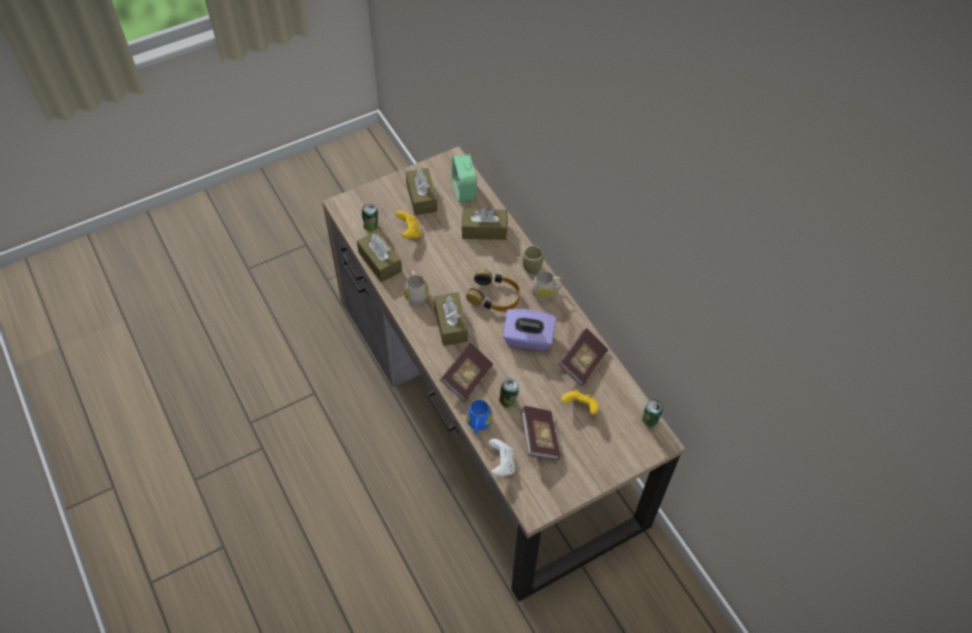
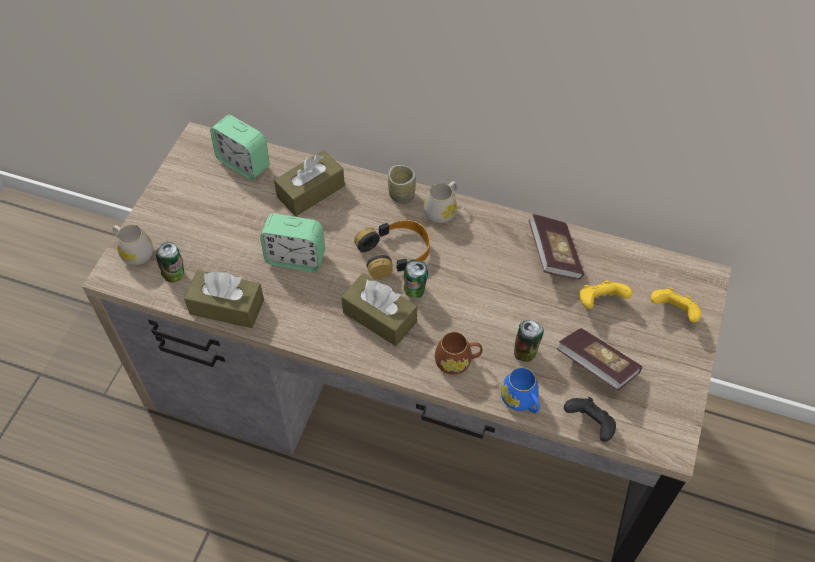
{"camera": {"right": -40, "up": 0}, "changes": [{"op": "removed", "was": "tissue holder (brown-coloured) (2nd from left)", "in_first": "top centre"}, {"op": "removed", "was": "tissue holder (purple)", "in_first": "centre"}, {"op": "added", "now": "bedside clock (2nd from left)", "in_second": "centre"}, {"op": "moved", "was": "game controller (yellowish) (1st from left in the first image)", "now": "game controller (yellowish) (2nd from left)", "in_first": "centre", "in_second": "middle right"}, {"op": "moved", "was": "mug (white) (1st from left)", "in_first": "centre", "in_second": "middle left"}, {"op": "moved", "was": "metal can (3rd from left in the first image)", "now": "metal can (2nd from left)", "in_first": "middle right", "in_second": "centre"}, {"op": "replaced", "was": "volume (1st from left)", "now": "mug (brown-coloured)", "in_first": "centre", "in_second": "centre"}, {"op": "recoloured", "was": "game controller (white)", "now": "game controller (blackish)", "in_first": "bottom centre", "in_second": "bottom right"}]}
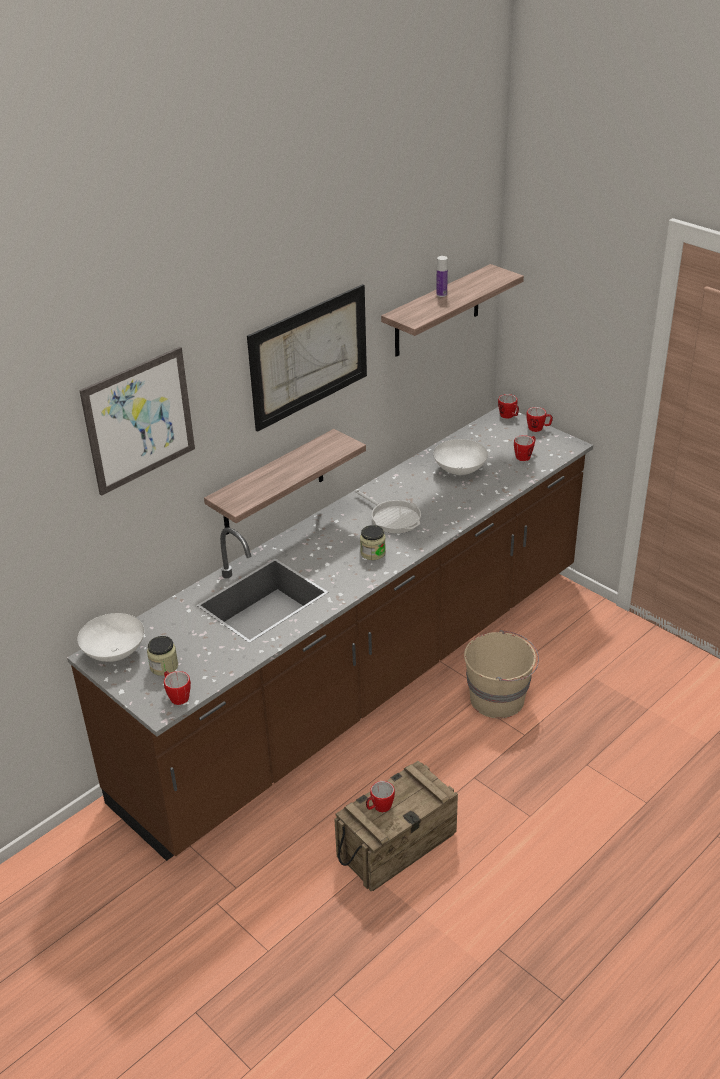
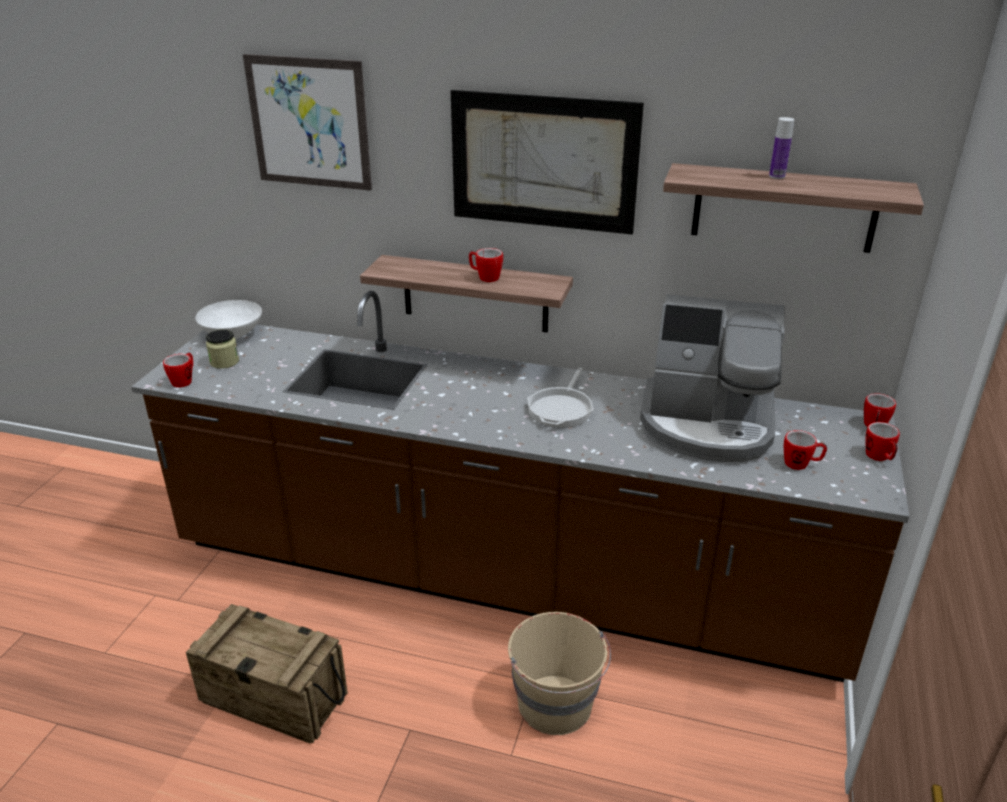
{"camera": {"right": 60, "up": -5}, "changes": [{"op": "removed", "was": "preserve jar (2nd from left)", "in_first": "centre"}, {"op": "moved", "was": "mug (2nd from left)", "in_first": "bottom centre", "in_second": "top centre"}, {"op": "replaced", "was": "bowl (white) (2nd from left)", "now": "coffee machine", "in_first": "centre", "in_second": "middle right"}]}
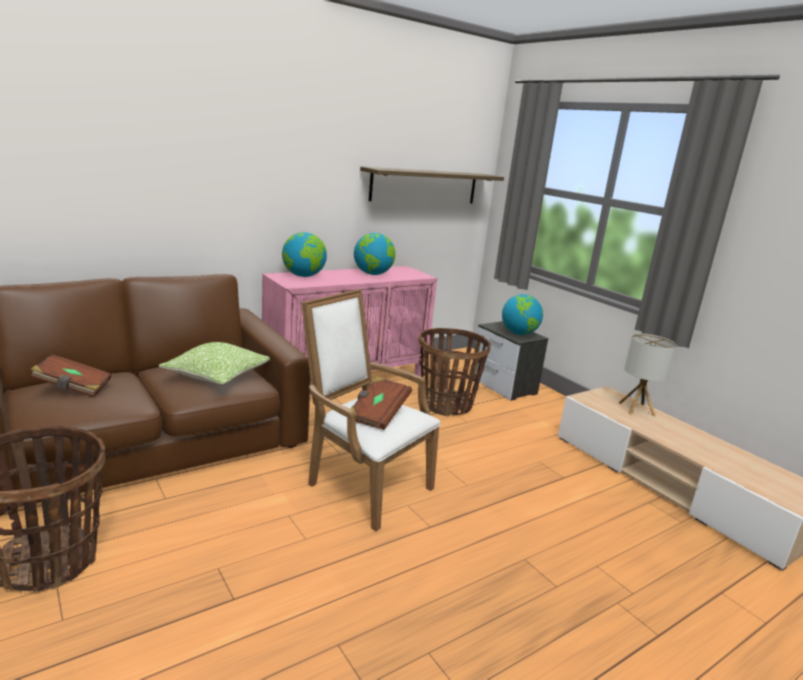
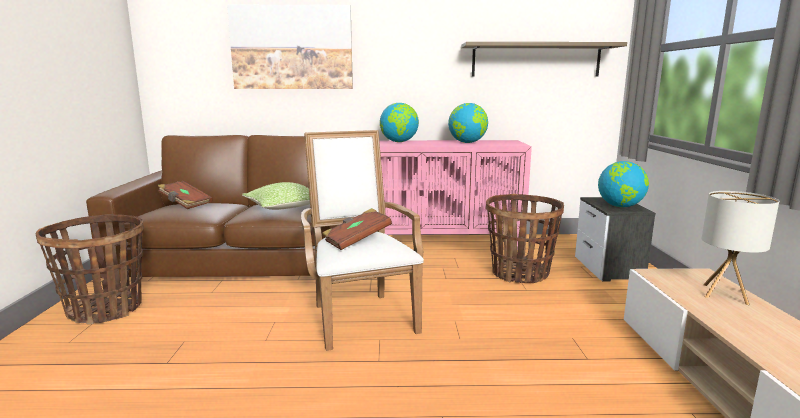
{"camera": {"right": 35, "up": -5}, "changes": [{"op": "added", "now": "wall picture", "in_second": "top centre"}]}
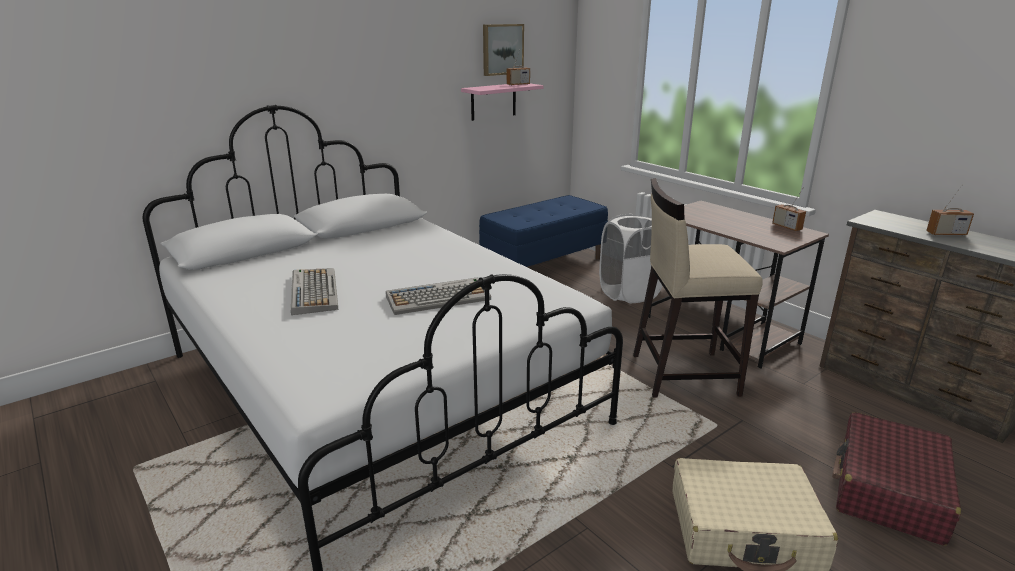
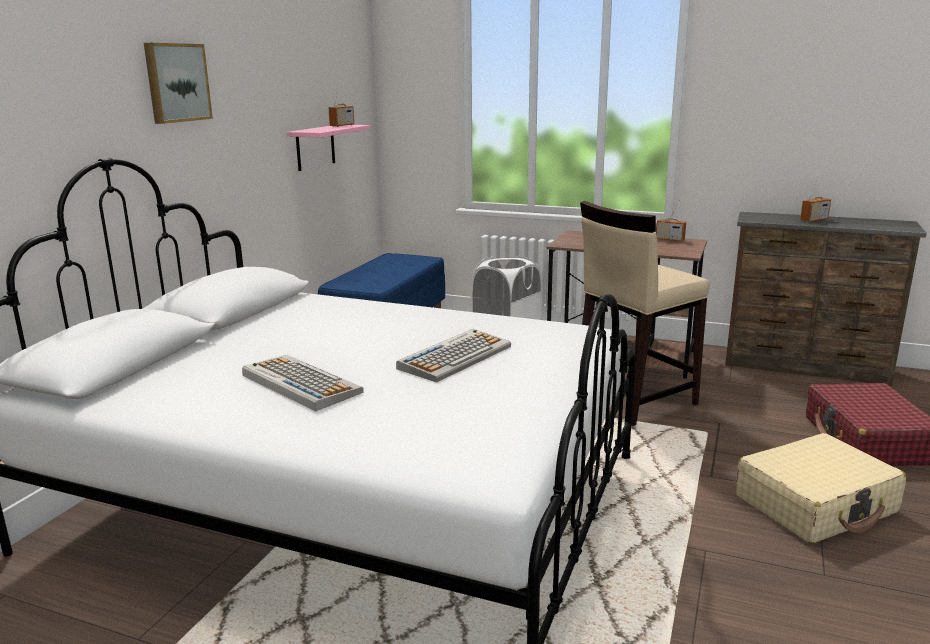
{"camera": {"right": -30, "up": -5}, "changes": [{"op": "moved", "was": "wall picture", "in_first": "top centre", "in_second": "top left"}]}
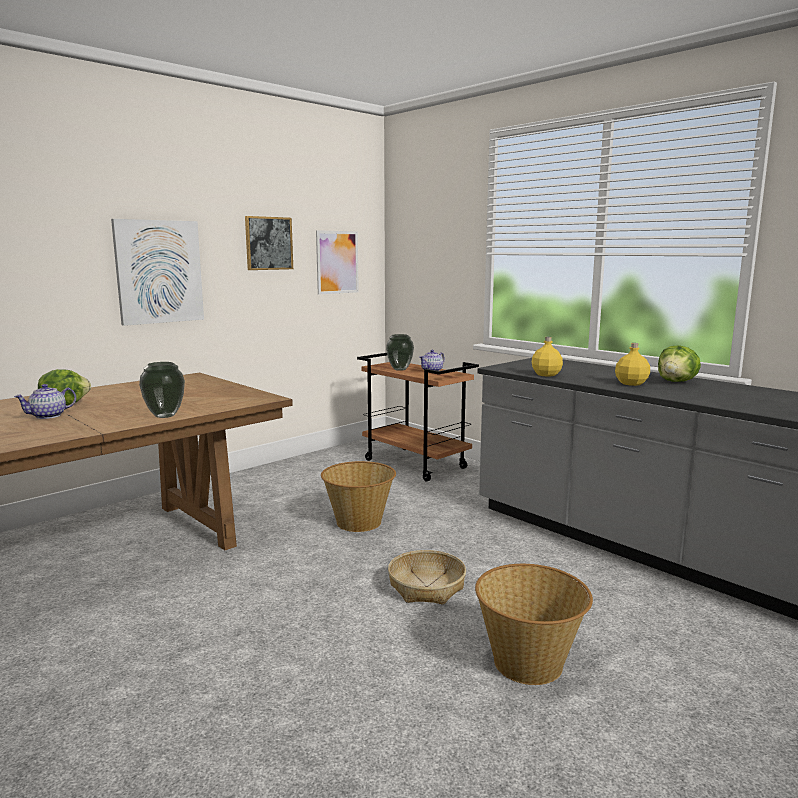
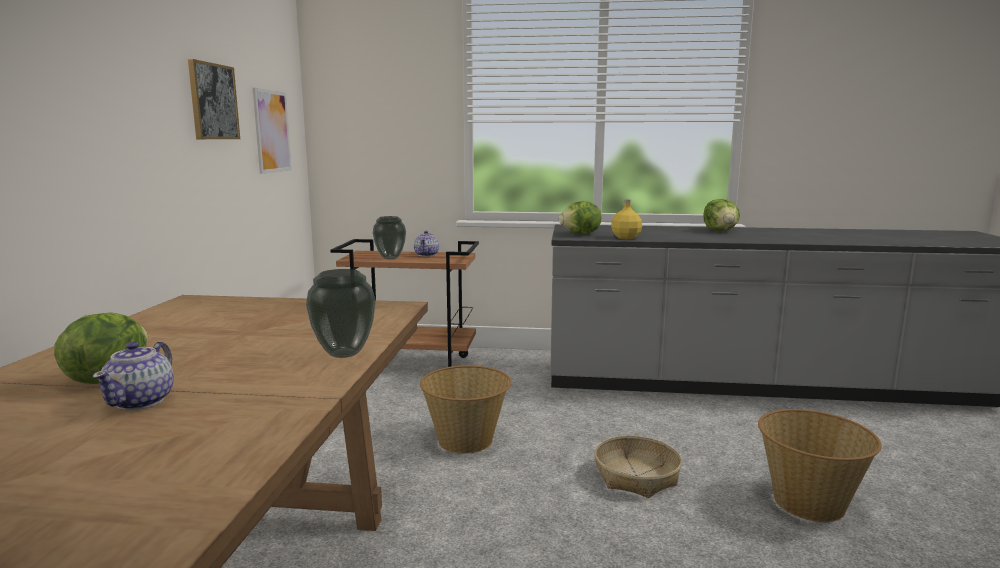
{"camera": {"right": -40, "up": 0}, "changes": [{"op": "removed", "was": "wall picture (1st from left)", "in_first": "middle left"}, {"op": "removed", "was": "drink bottle (yellowish) (2nd from left)", "in_first": "middle right"}, {"op": "added", "now": "lettuce head (2nd from left)", "in_second": "centre"}]}
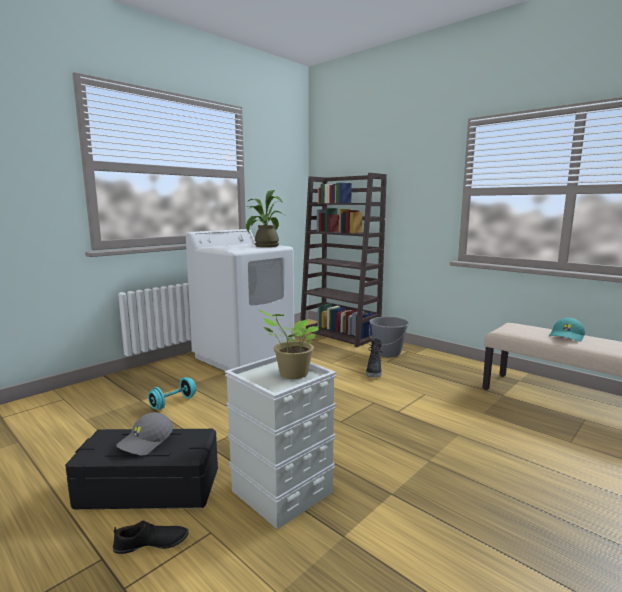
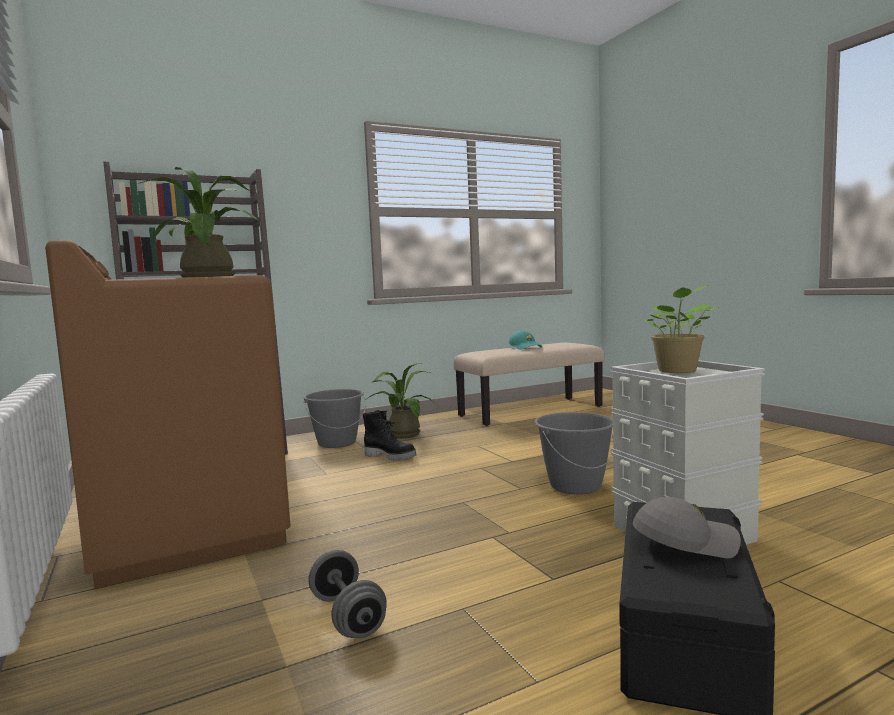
{"camera": {"right": -70, "up": -5}, "changes": [{"op": "removed", "was": "item of footwear (blackish)", "in_first": "bottom left"}, {"op": "added", "now": "potted plant (2nd from left)", "in_second": "centre"}, {"op": "added", "now": "water bucket (greyish) (2nd from left)", "in_second": "centre"}, {"op": "recoloured", "was": "dumbbell (blue-green)", "now": "dumbbell (greyish)", "in_first": "middle left", "in_second": "bottom centre"}, {"op": "recoloured", "was": "laundry machine (white)", "now": "laundry machine (brown-coloured)", "in_first": "centre", "in_second": "middle left"}, {"op": "turned", "was": "cap (greyish)", "in_first": "bottom left", "in_second": "bottom right", "clockwise": -60}]}
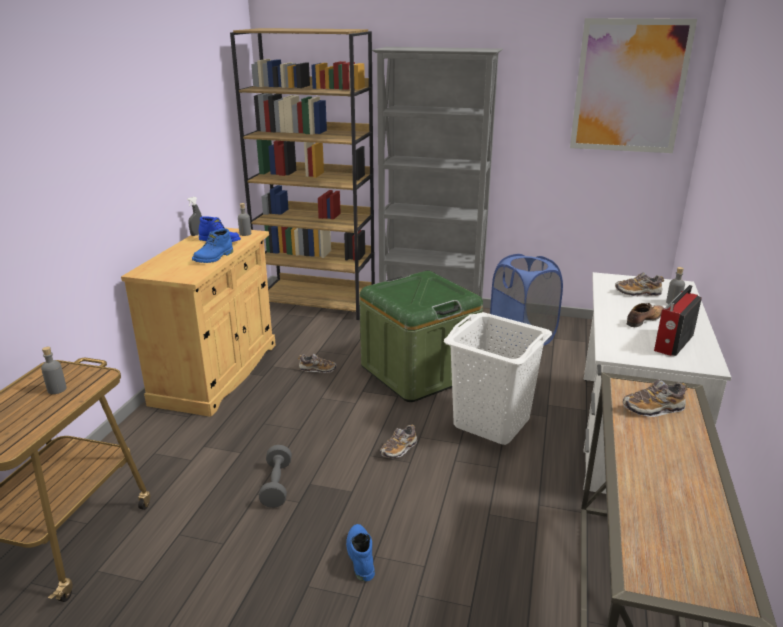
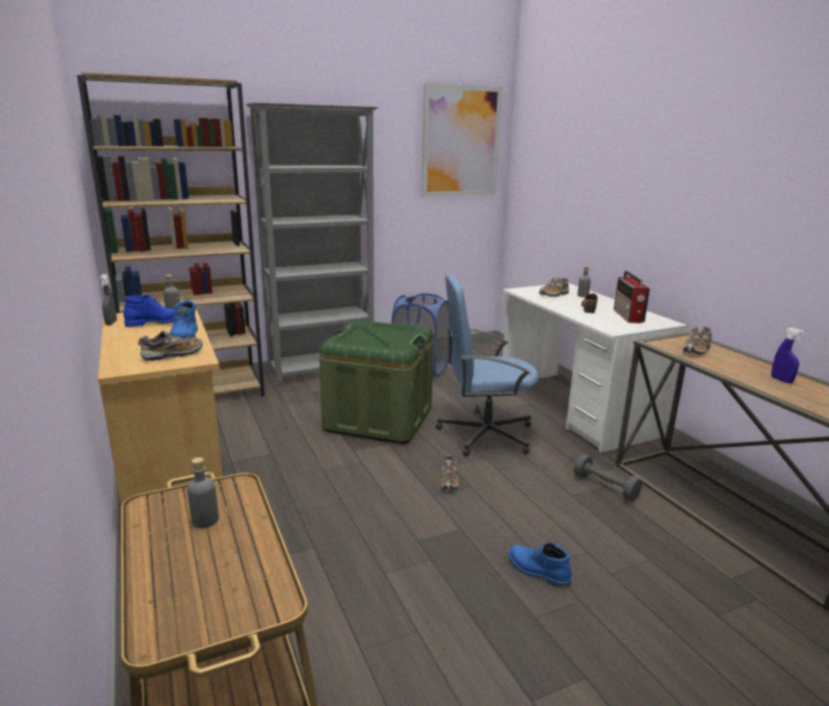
{"camera": {"right": -40, "up": -5}, "changes": [{"op": "added", "now": "hand sprayer (blue)", "in_second": "middle right"}, {"op": "moved", "was": "dumbbell (greyish)", "in_first": "bottom centre", "in_second": "bottom right"}, {"op": "moved", "was": "item of footwear (1st from left)", "in_first": "centre", "in_second": "middle left"}, {"op": "replaced", "was": "laundry basket (white)", "now": "office chair (blue)", "in_first": "centre", "in_second": "centre"}]}
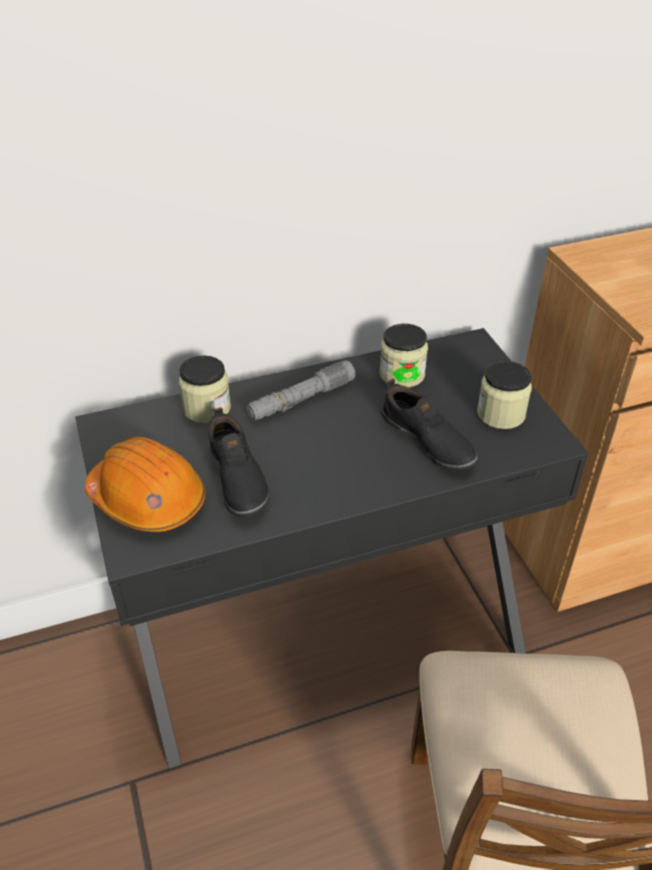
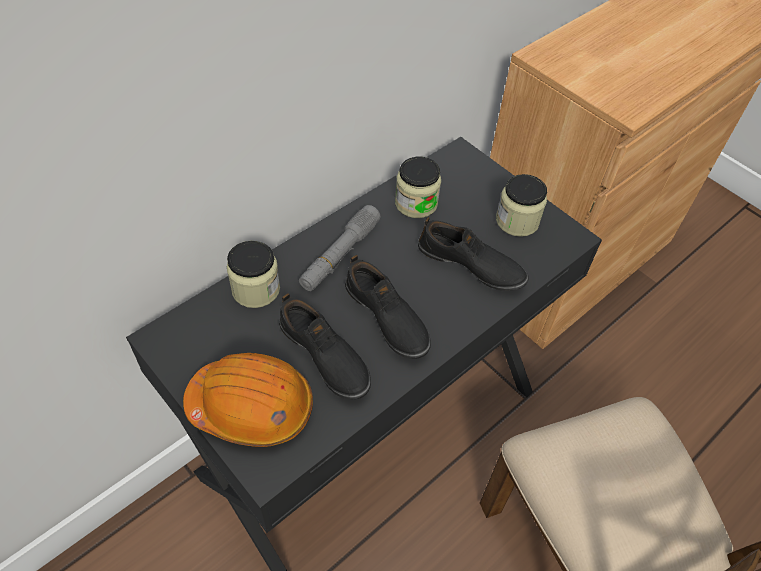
{"camera": {"right": -25, "up": 10}, "changes": [{"op": "added", "now": "item of footwear (blackish) (2nd from left)", "in_second": "centre"}]}
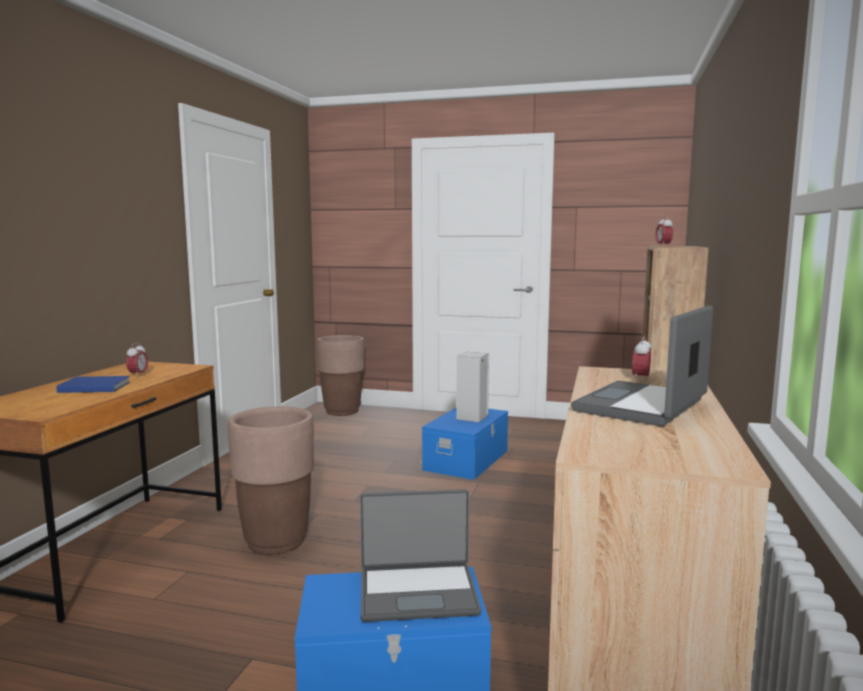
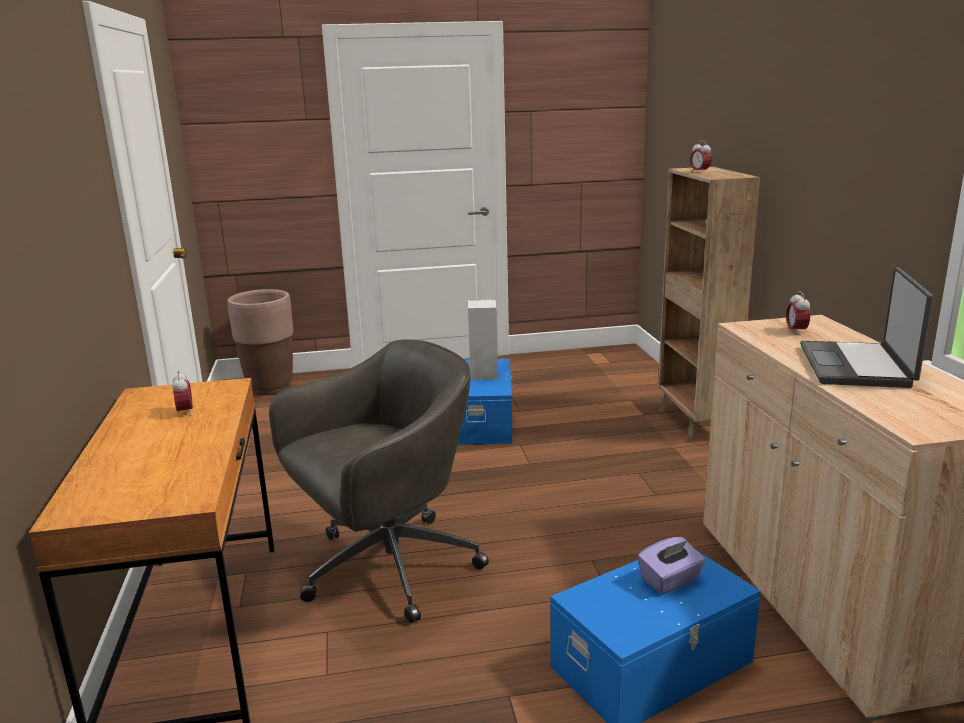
{"camera": {"right": -25, "up": 10}, "changes": [{"op": "removed", "was": "volume (blue)", "in_first": "middle left"}, {"op": "replaced", "was": "planter (brown-coloured) (1st from left)", "now": "office chair (greyish)", "in_first": "bottom left", "in_second": "centre"}, {"op": "replaced", "was": "portable computer (1st from left)", "now": "tissue holder (purple)", "in_first": "bottom centre", "in_second": "bottom right"}]}
